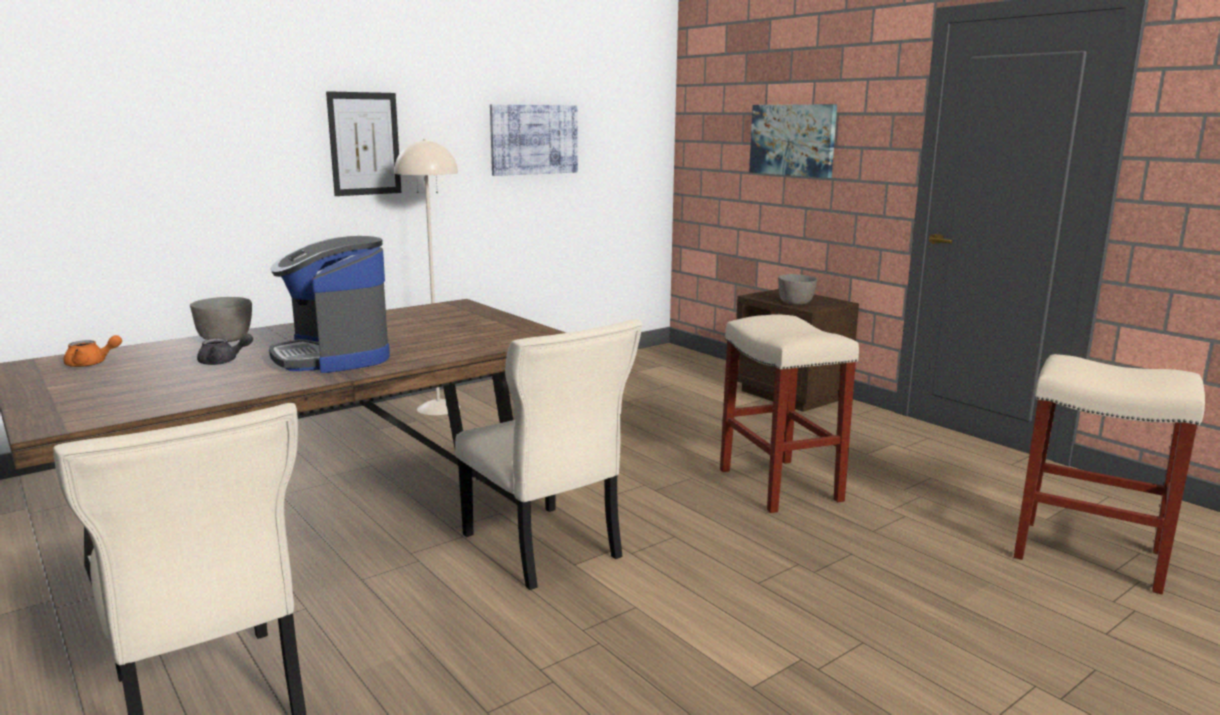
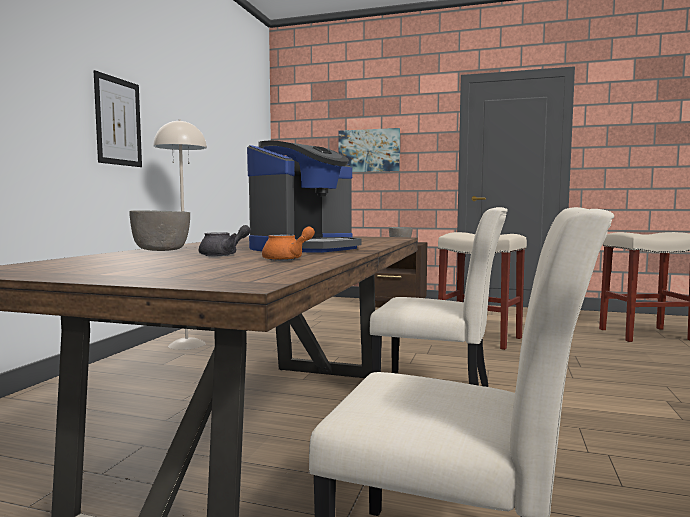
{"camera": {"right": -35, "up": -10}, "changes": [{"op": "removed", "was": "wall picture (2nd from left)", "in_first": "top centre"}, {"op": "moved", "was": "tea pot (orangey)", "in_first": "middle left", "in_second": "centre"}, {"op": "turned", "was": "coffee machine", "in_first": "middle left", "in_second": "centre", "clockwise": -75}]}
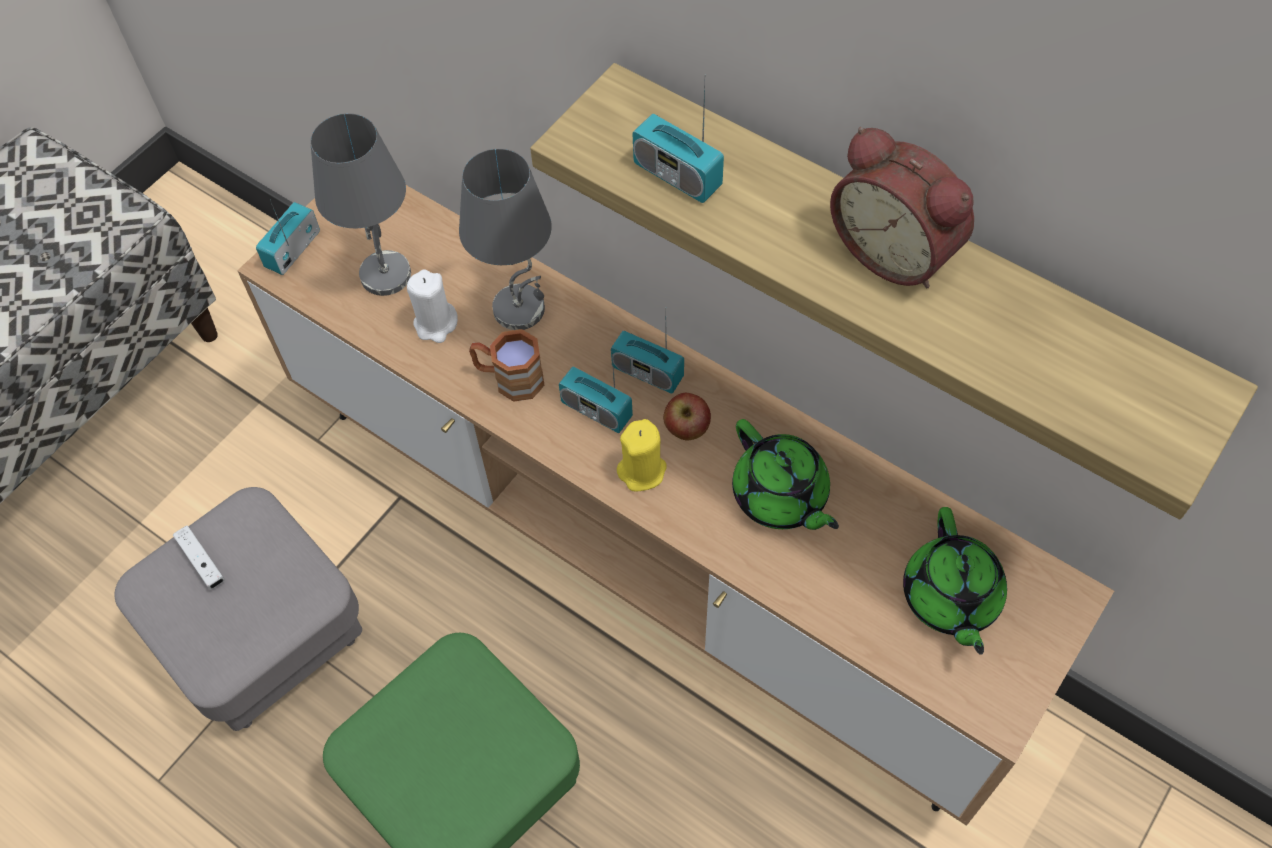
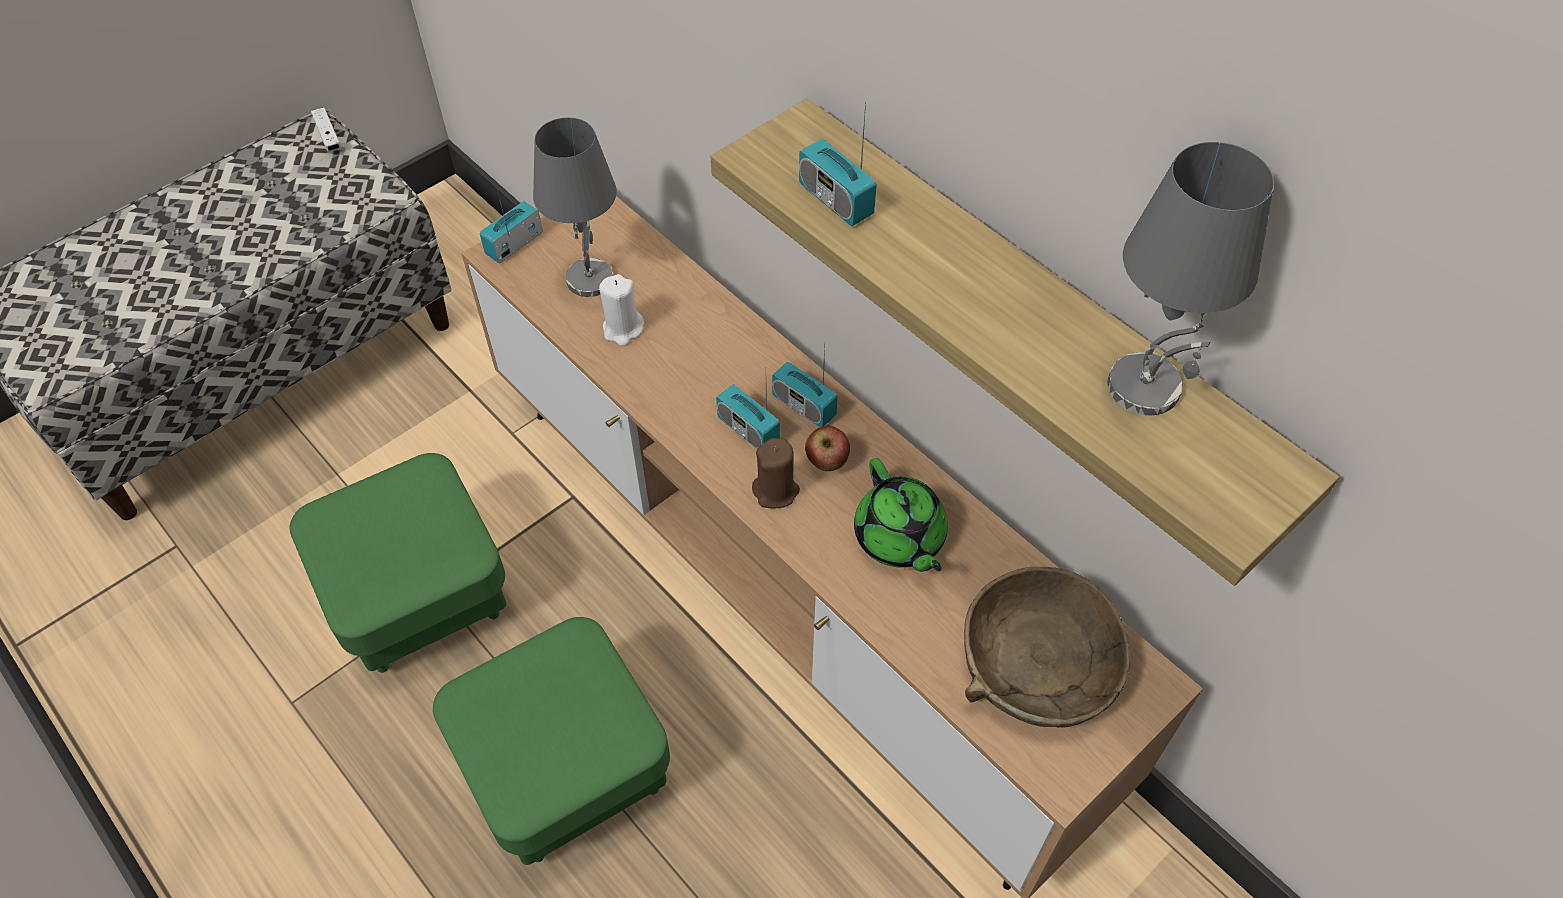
{"camera": {"right": 10, "up": -5}, "changes": [{"op": "removed", "was": "mug (brown-coloured)", "in_first": "centre"}, {"op": "removed", "was": "bedside clock", "in_first": "top right"}, {"op": "moved", "was": "game controller (white)", "in_first": "middle left", "in_second": "top left"}, {"op": "moved", "was": "table lamp (greyish) (2nd from left)", "in_first": "top centre", "in_second": "top right"}, {"op": "replaced", "was": "tea pot (greenish) (2nd from left)", "now": "bowl (brown-coloured)", "in_first": "bottom right", "in_second": "bottom right"}, {"op": "recoloured", "was": "pouffe (greyish)", "now": "pouffe (greenish) (1st from left)", "in_first": "bottom left", "in_second": "middle left"}, {"op": "recoloured", "was": "wax candle (yellowish)", "now": "wax candle (brown-coloured)", "in_first": "centre", "in_second": "centre"}]}
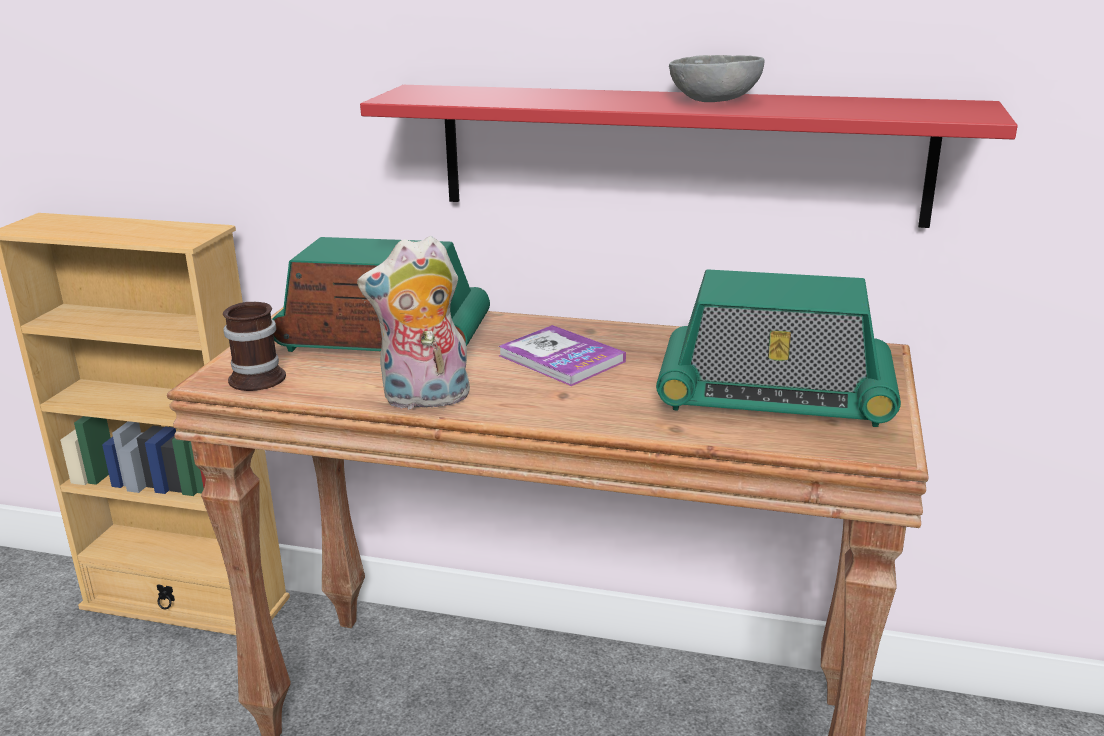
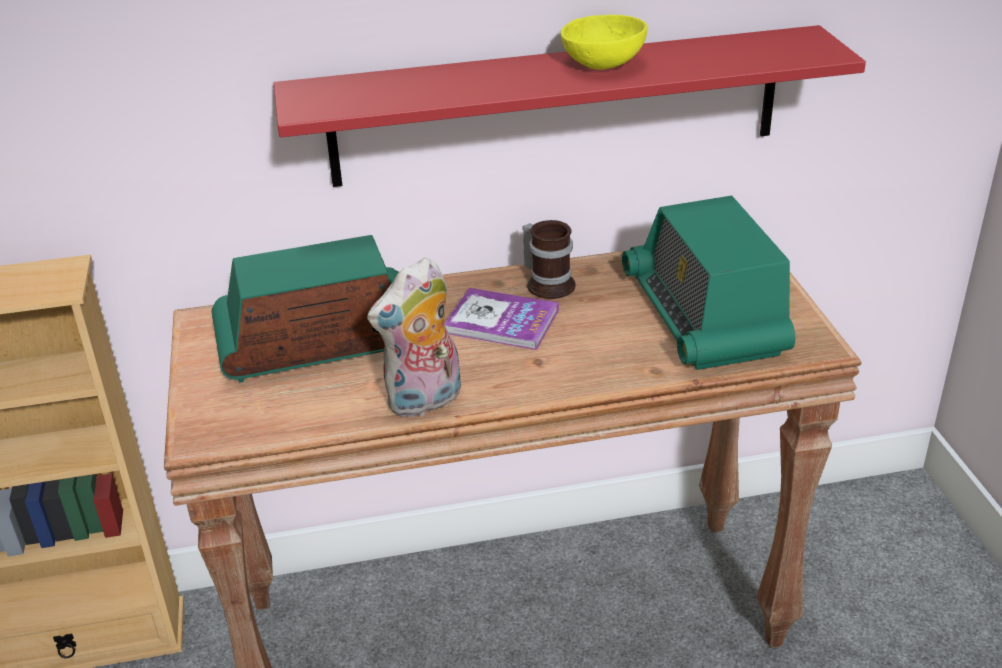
{"camera": {"right": -25, "up": 10}, "changes": [{"op": "moved", "was": "mug", "in_first": "middle left", "in_second": "centre"}, {"op": "recoloured", "was": "bowl (greyish)", "now": "bowl (yellowish)", "in_first": "top centre", "in_second": "top centre"}, {"op": "turned", "was": "radio (2nd from left)", "in_first": "middle right", "in_second": "middle right", "clockwise": 90}]}
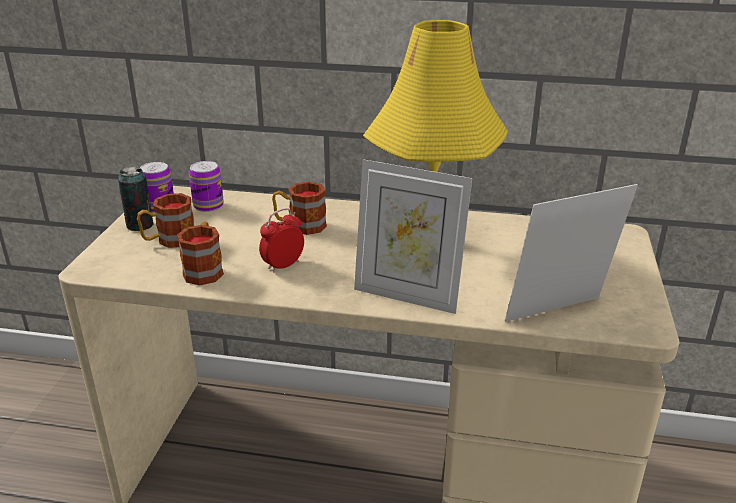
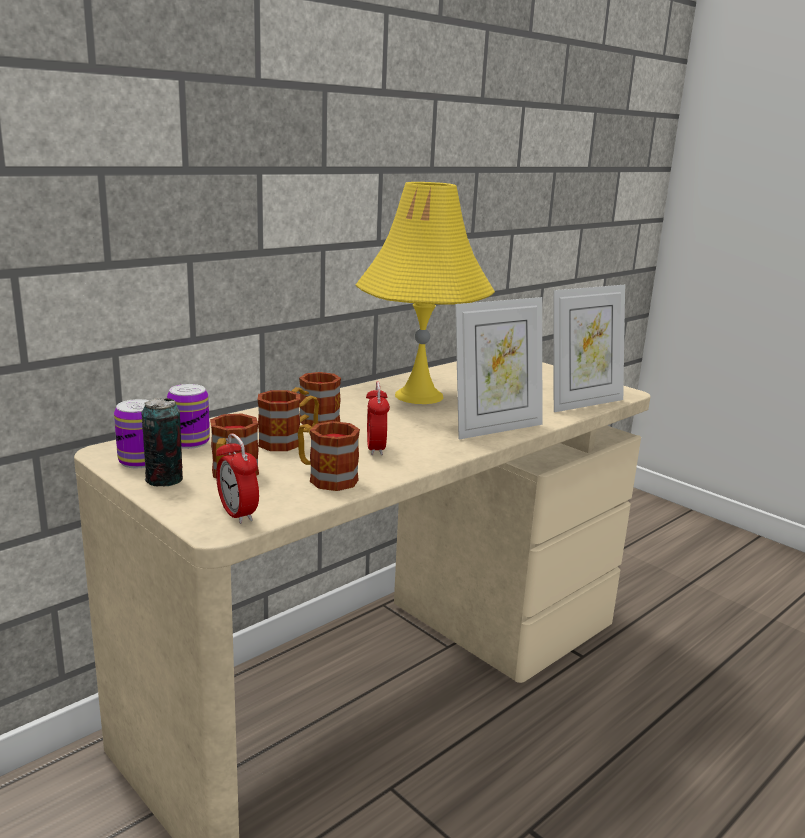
{"camera": {"right": -55, "up": -10}, "changes": [{"op": "added", "now": "bedside clock (1st from left)", "in_second": "middle left"}, {"op": "added", "now": "mug (2nd from left)", "in_second": "centre"}, {"op": "turned", "was": "standing frame (2nd from left)", "in_first": "middle right", "in_second": "middle right", "clockwise": -135}]}
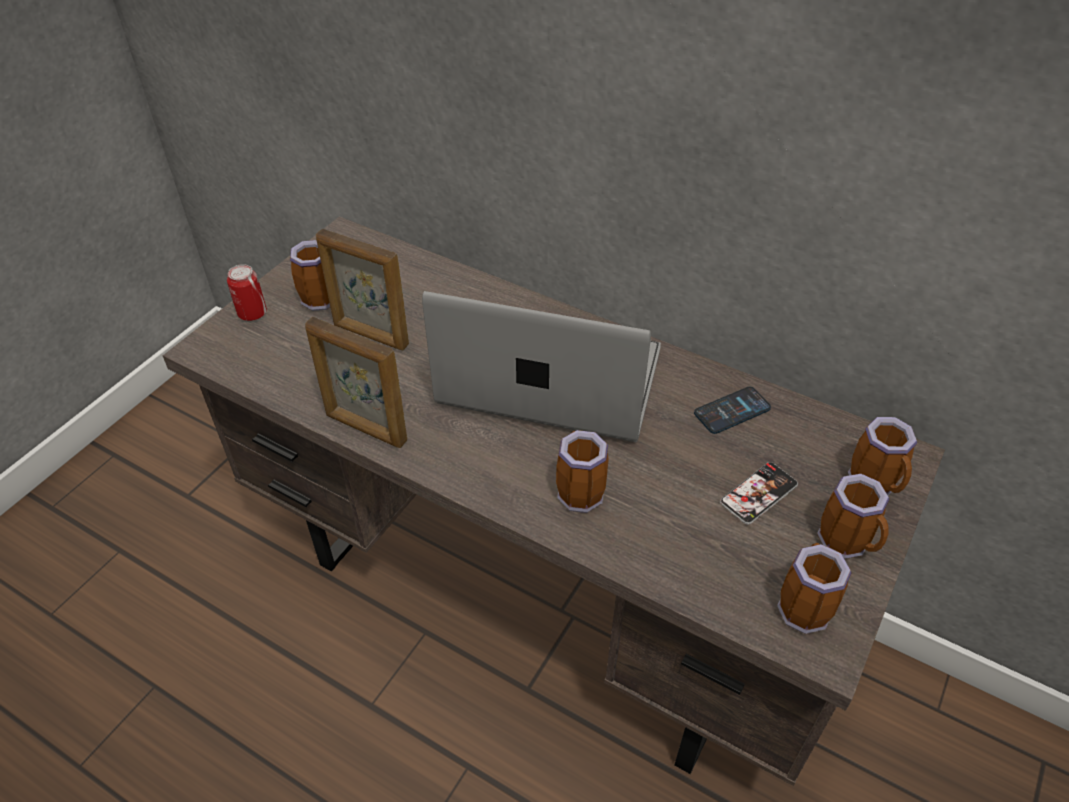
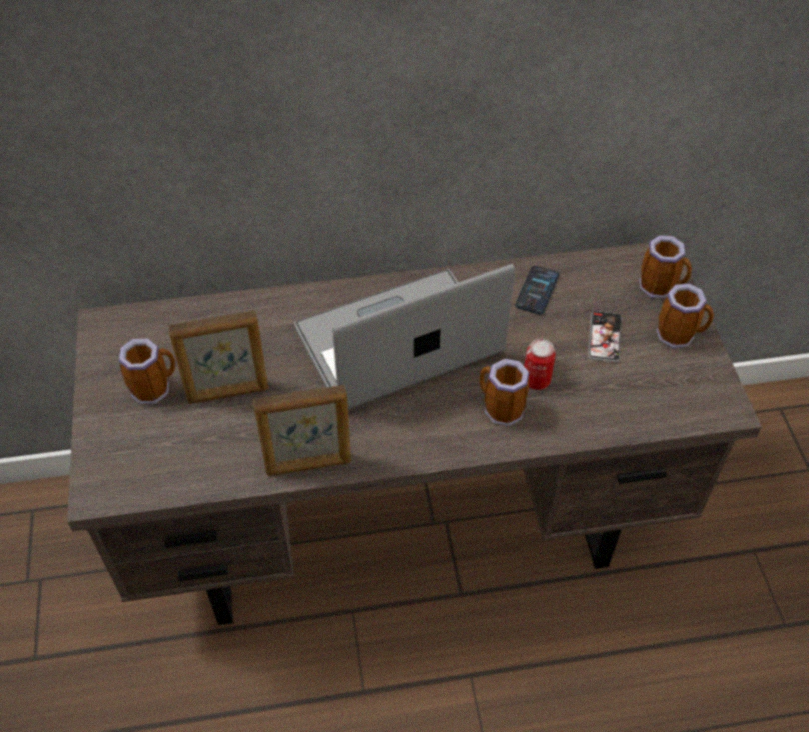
{"camera": {"right": -40, "up": 5}, "changes": [{"op": "removed", "was": "mug (3rd from left)", "in_first": "bottom right"}, {"op": "moved", "was": "metal can", "in_first": "middle left", "in_second": "middle right"}]}
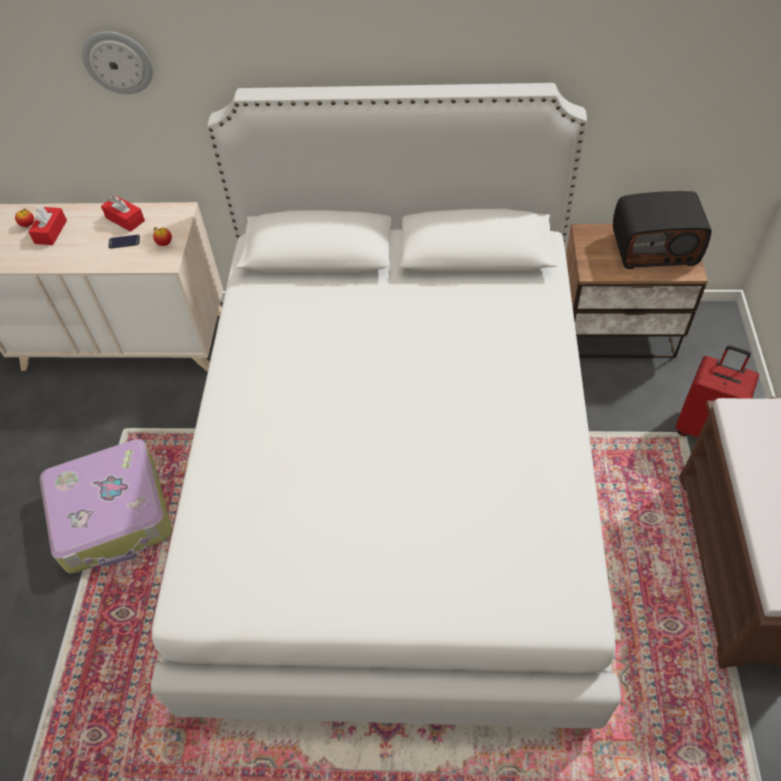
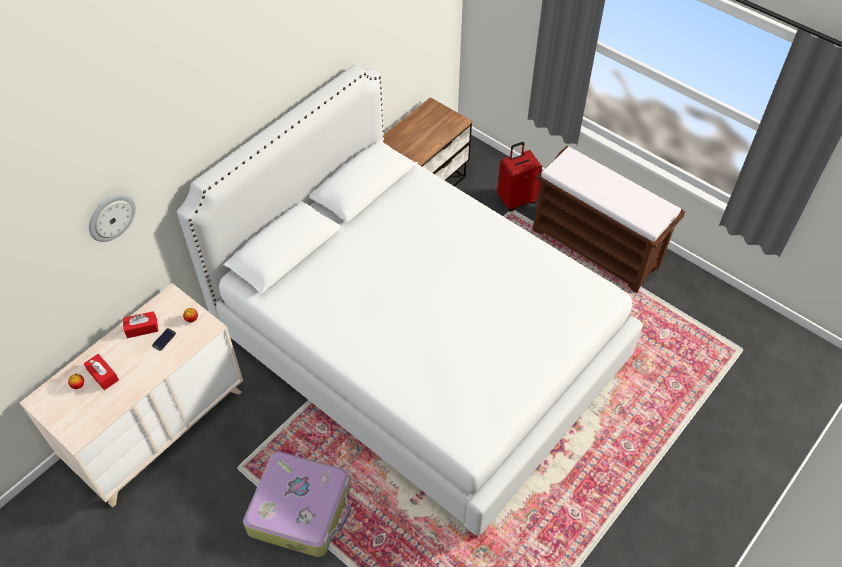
{"camera": {"right": -55, "up": 0}, "changes": [{"op": "removed", "was": "radio", "in_first": "top right"}]}
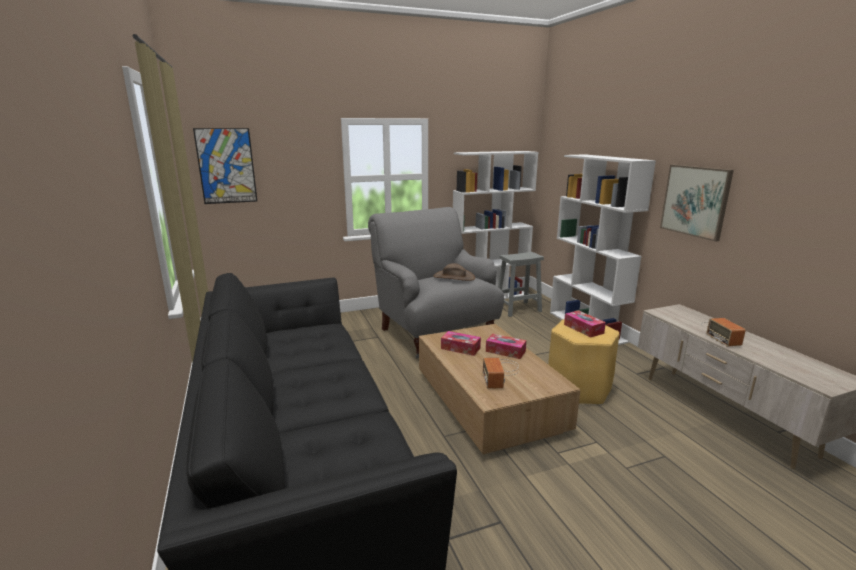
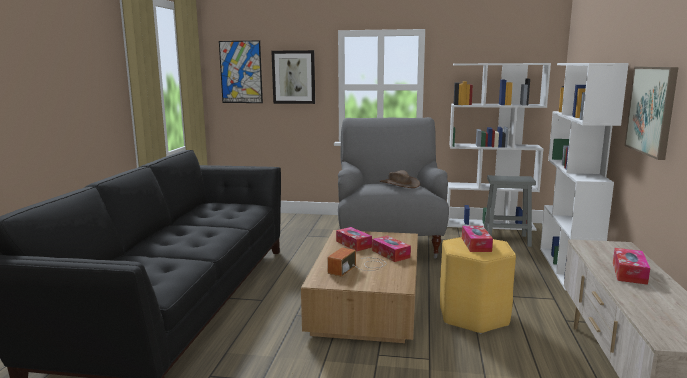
{"camera": {"right": 30, "up": -5}, "changes": [{"op": "added", "now": "wall picture (2nd from left)", "in_second": "top centre"}, {"op": "replaced", "was": "radio (2nd from left)", "now": "tissue holder (4th from left)", "in_first": "middle right", "in_second": "bottom right"}]}
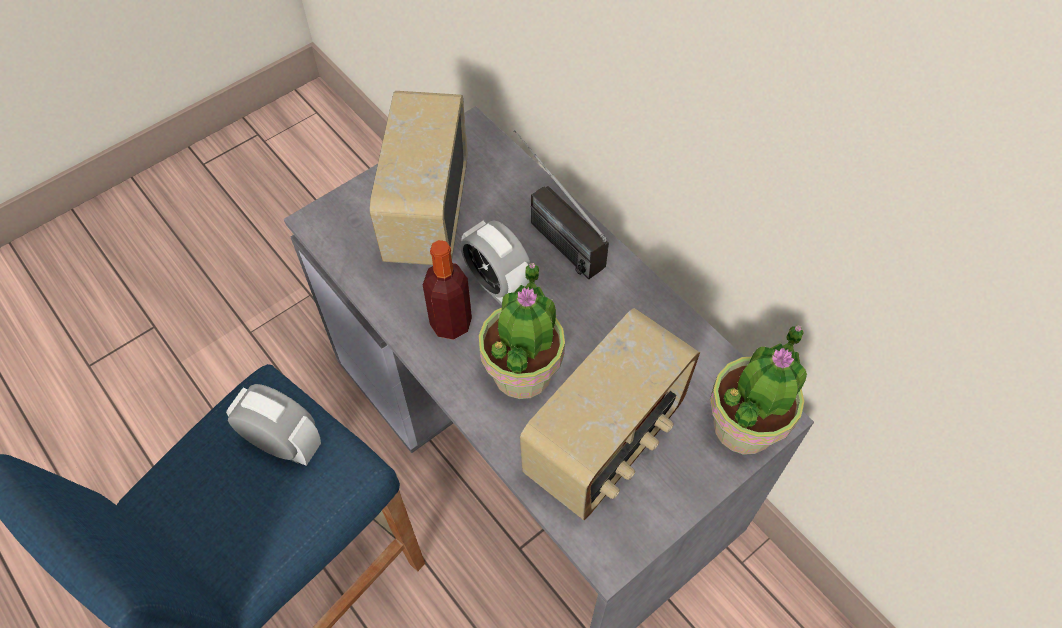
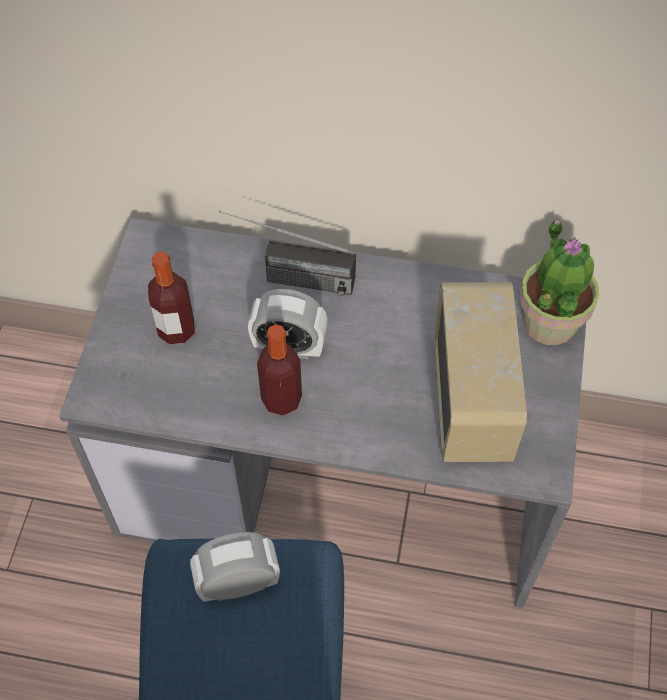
{"camera": {"right": -40, "up": 0}, "changes": [{"op": "removed", "was": "potted plant (1st from left)", "in_first": "centre"}, {"op": "replaced", "was": "radio (1st from left)", "now": "drink bottle (1st from left)", "in_first": "top centre", "in_second": "middle left"}]}
